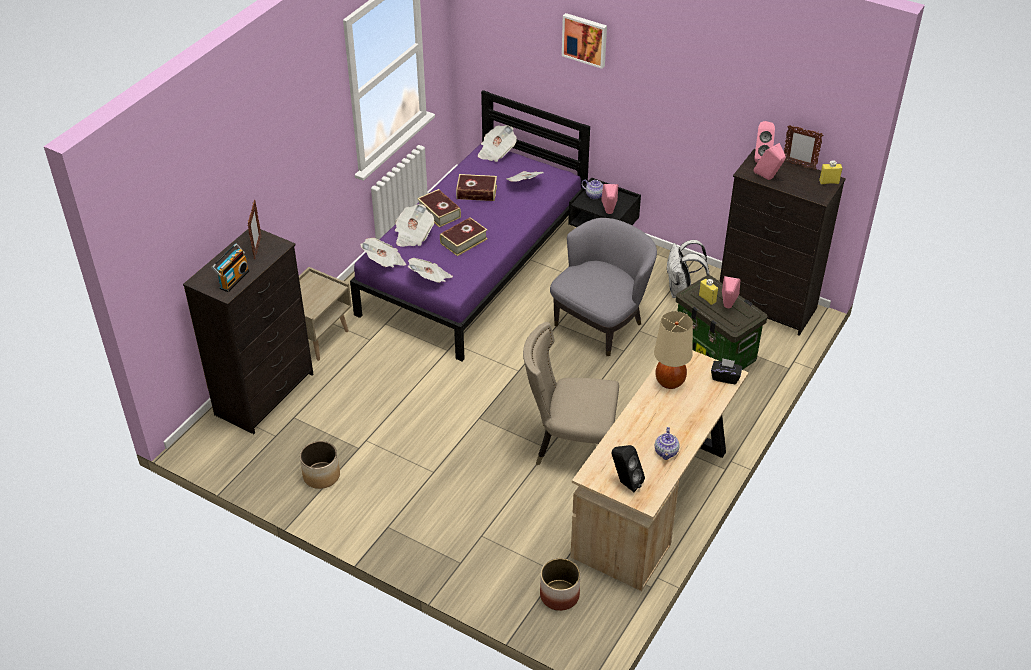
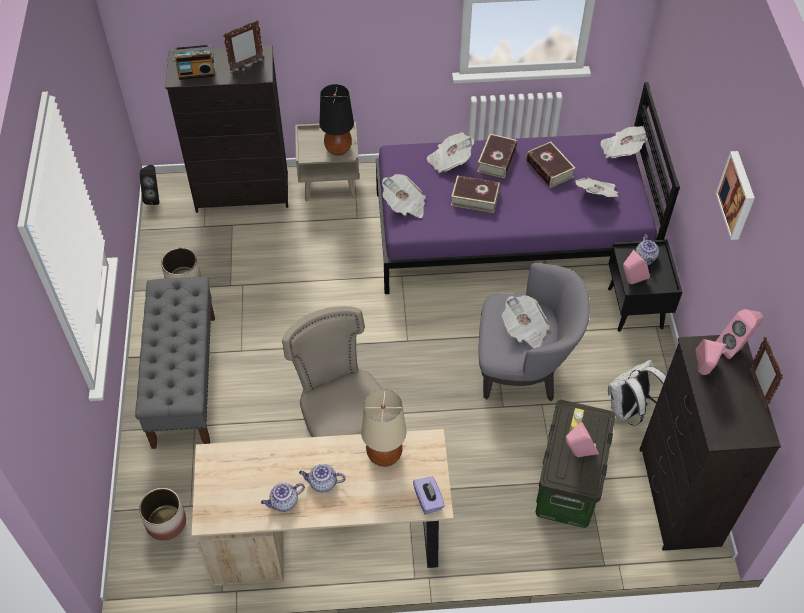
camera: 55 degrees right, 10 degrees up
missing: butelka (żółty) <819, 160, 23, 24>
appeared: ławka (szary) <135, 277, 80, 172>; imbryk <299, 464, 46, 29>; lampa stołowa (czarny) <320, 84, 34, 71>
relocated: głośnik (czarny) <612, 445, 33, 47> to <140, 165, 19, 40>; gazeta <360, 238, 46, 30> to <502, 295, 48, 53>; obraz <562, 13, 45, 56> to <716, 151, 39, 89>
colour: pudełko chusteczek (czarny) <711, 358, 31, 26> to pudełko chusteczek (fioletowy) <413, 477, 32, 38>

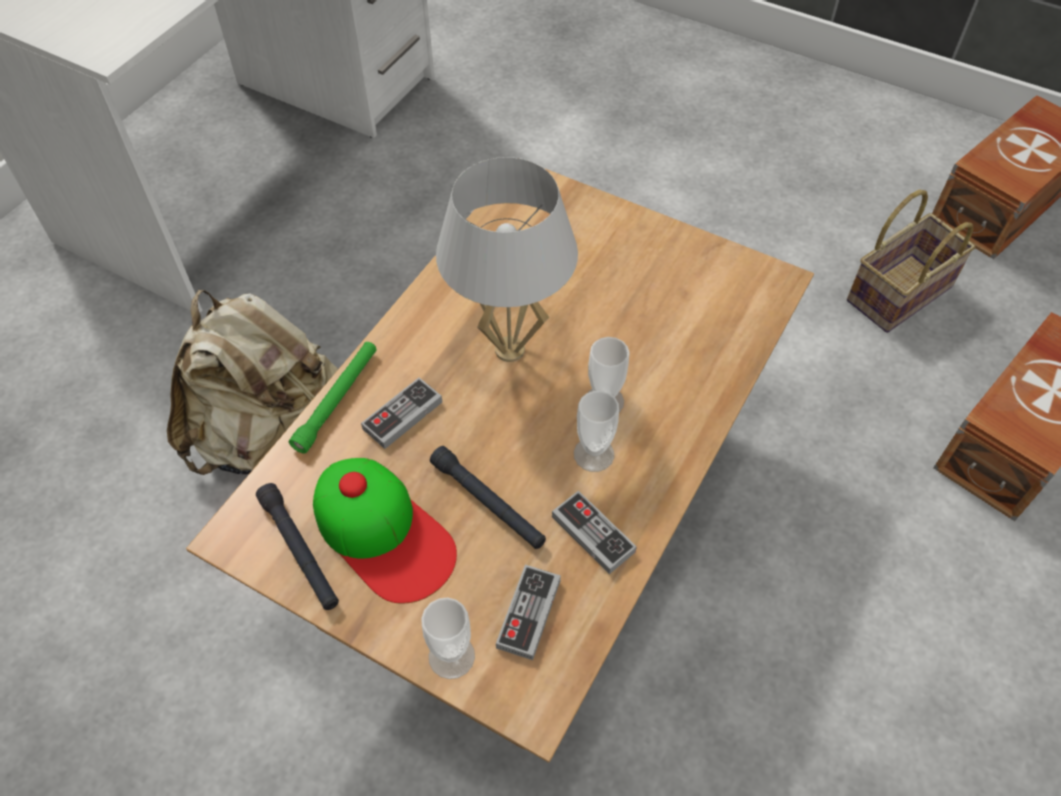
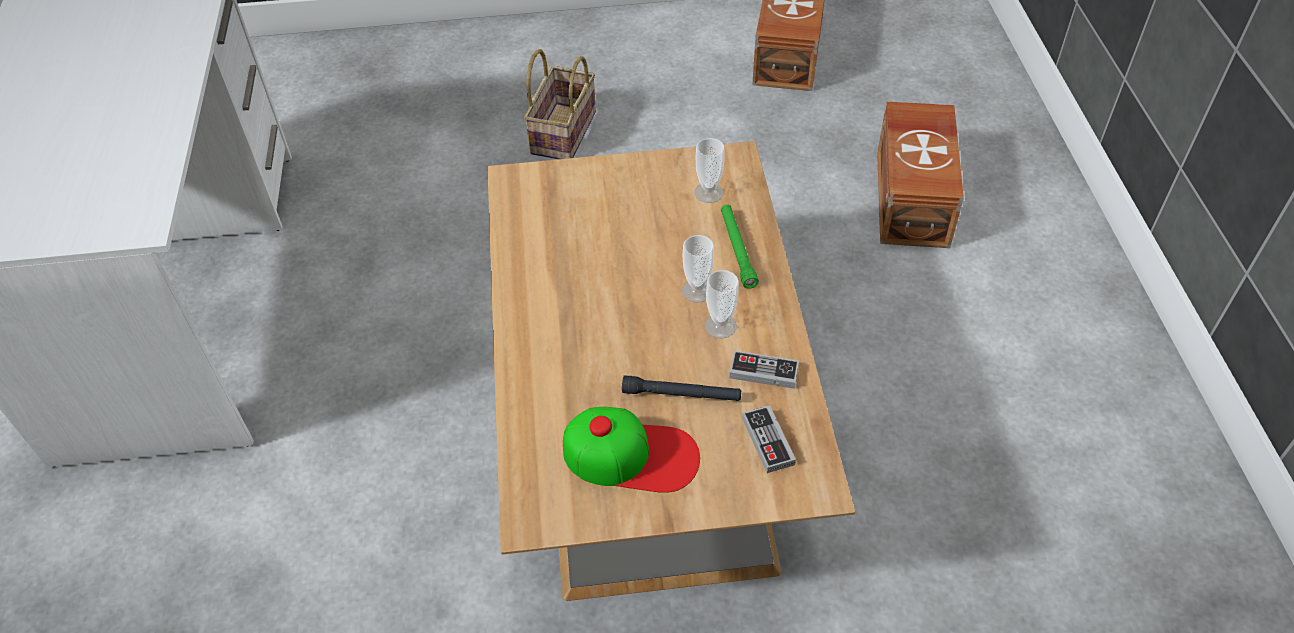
camera: 35 degrees left, 5 degrees down
missing: plecak (beżowy) <167, 290, 171, 185>; latarka (czarny) <256, 483, 83, 127>; pad do gier <361, 377, 81, 72>; lampa stołowa (biały) <436, 157, 142, 205>
relocated: koszyk <847, 189, 129, 144> to <524, 49, 72, 110>; filiżanka <421, 598, 54, 81> to <695, 138, 29, 65>; latarka (zielony) <289, 342, 88, 111> to <721, 205, 38, 84>

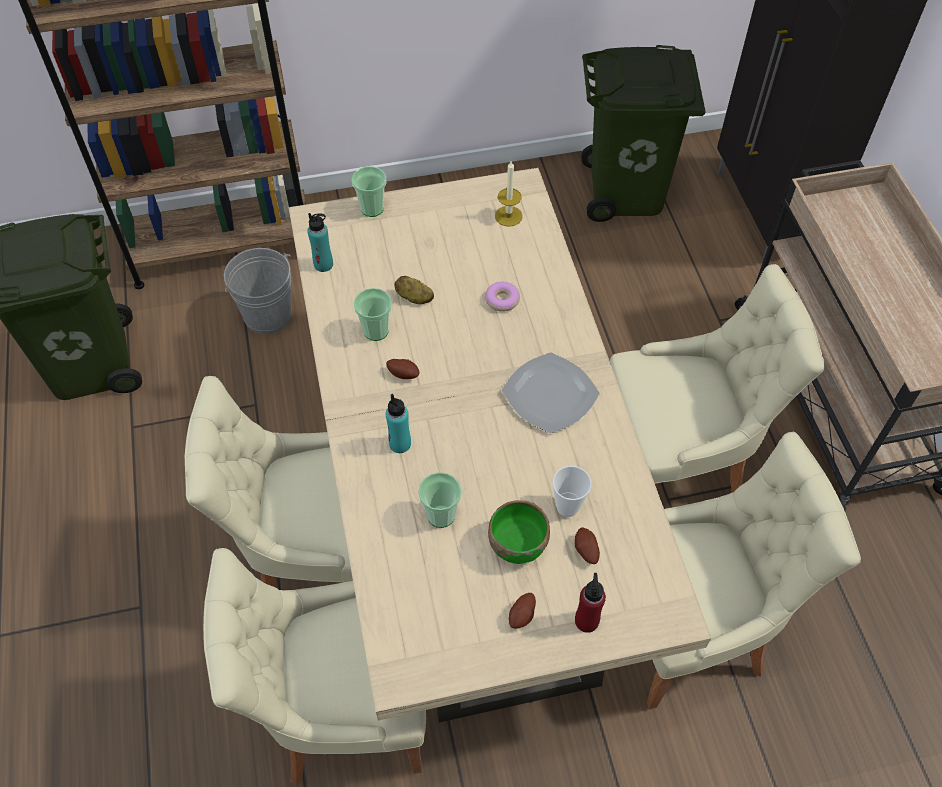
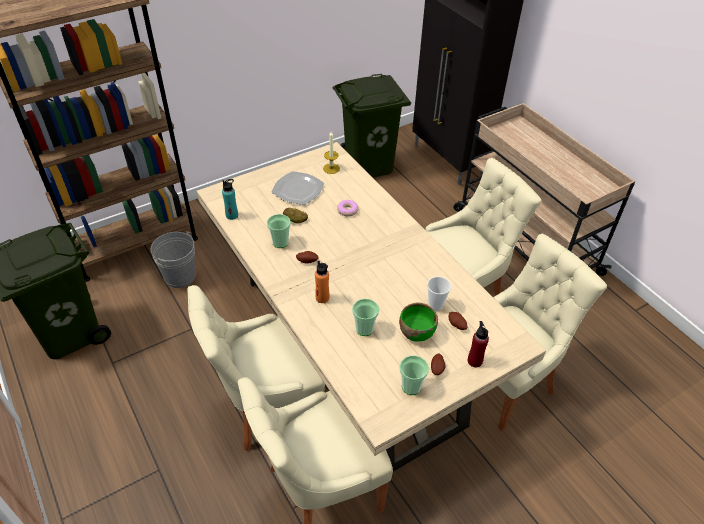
camera: 20 degrees left, 10 degrees down
relocated: talerz <502, 352, 98, 82> to <272, 171, 52, 34>; filiżanka <352, 166, 34, 51> to <399, 355, 30, 40>
colour: butelka (turkusowy) <385, 394, 26, 59> to butelka (pomarańczowy) <315, 260, 15, 43>

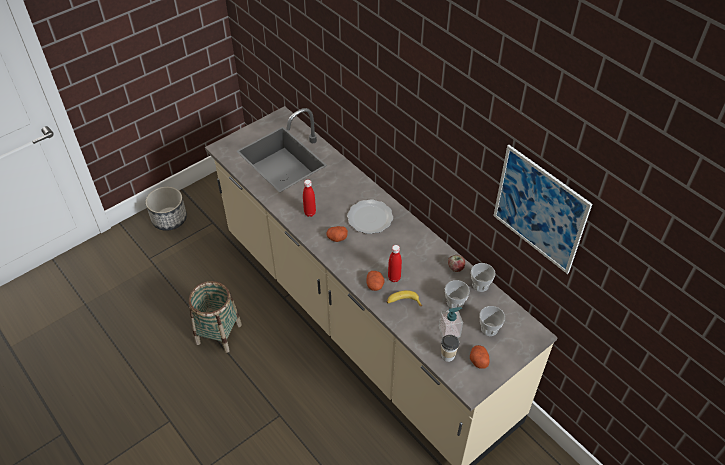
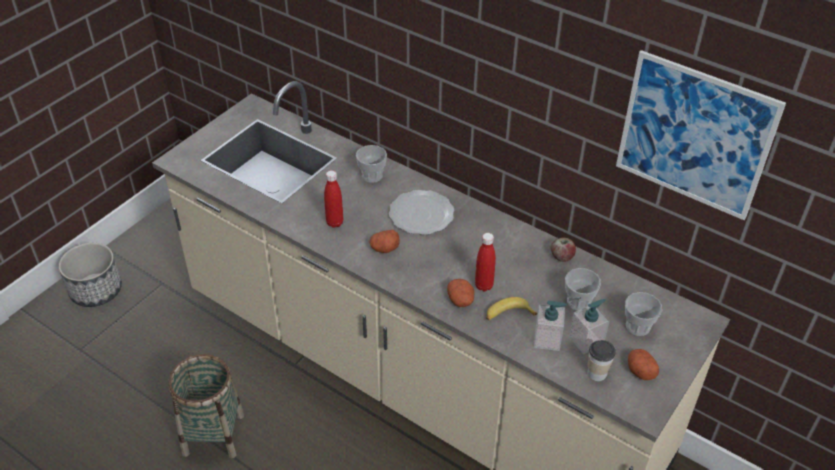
camera: 15 degrees left, 5 degrees down
appeared: dozownik mydła <534, 301, 33, 50>
relocated: filiżanka <471, 263, 25, 29> to <356, 145, 31, 38>

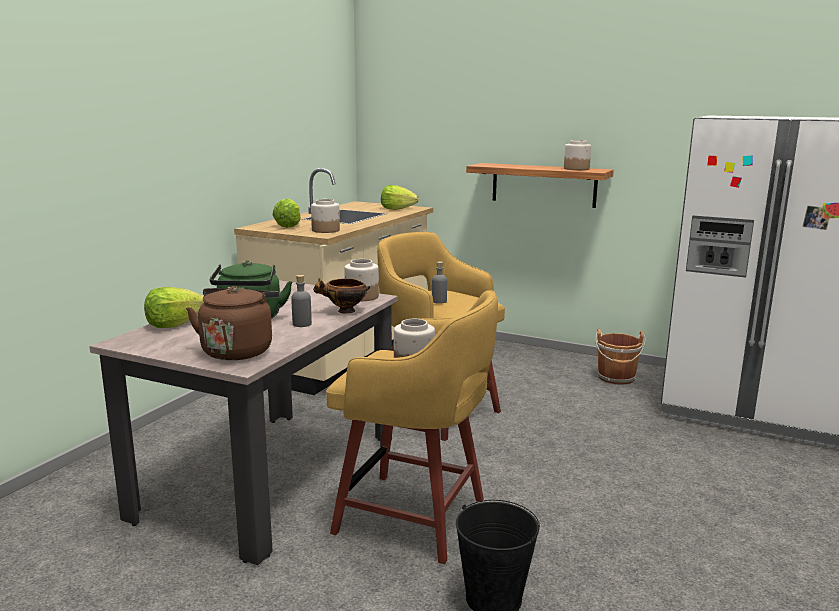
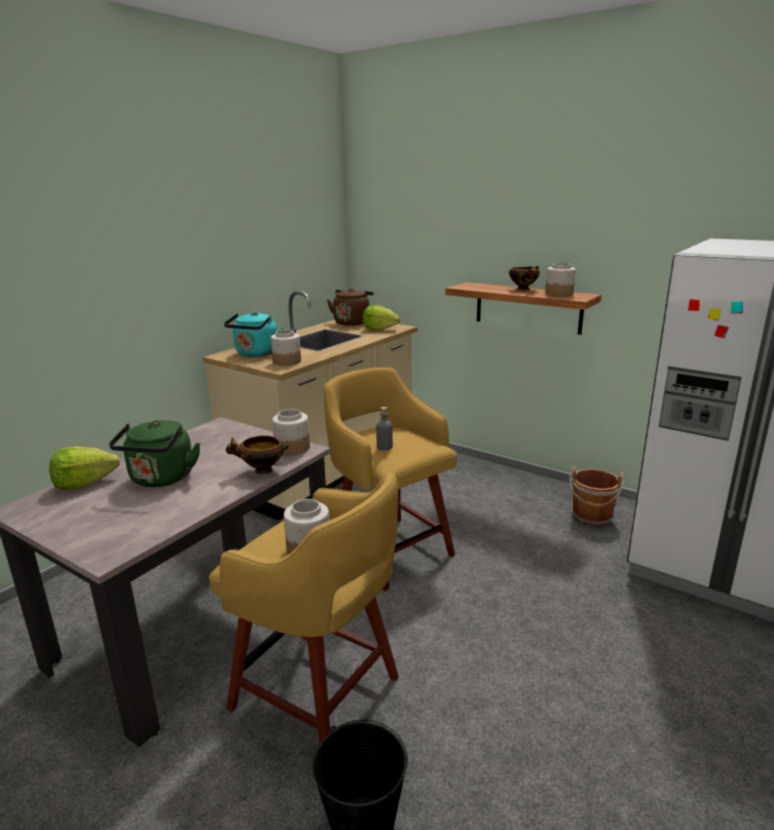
camera: 10 degrees right, 5 degrees up
missing: butelka (szary) <291, 275, 21, 52>
appeared: miska <509, 266, 31, 25>
relocated: czajnik (brązowy) <186, 286, 93, 74> to <327, 288, 47, 38>
exchanged: sałata <273, 199, 28, 29> to czajnik (turkusowy) <224, 311, 59, 46>

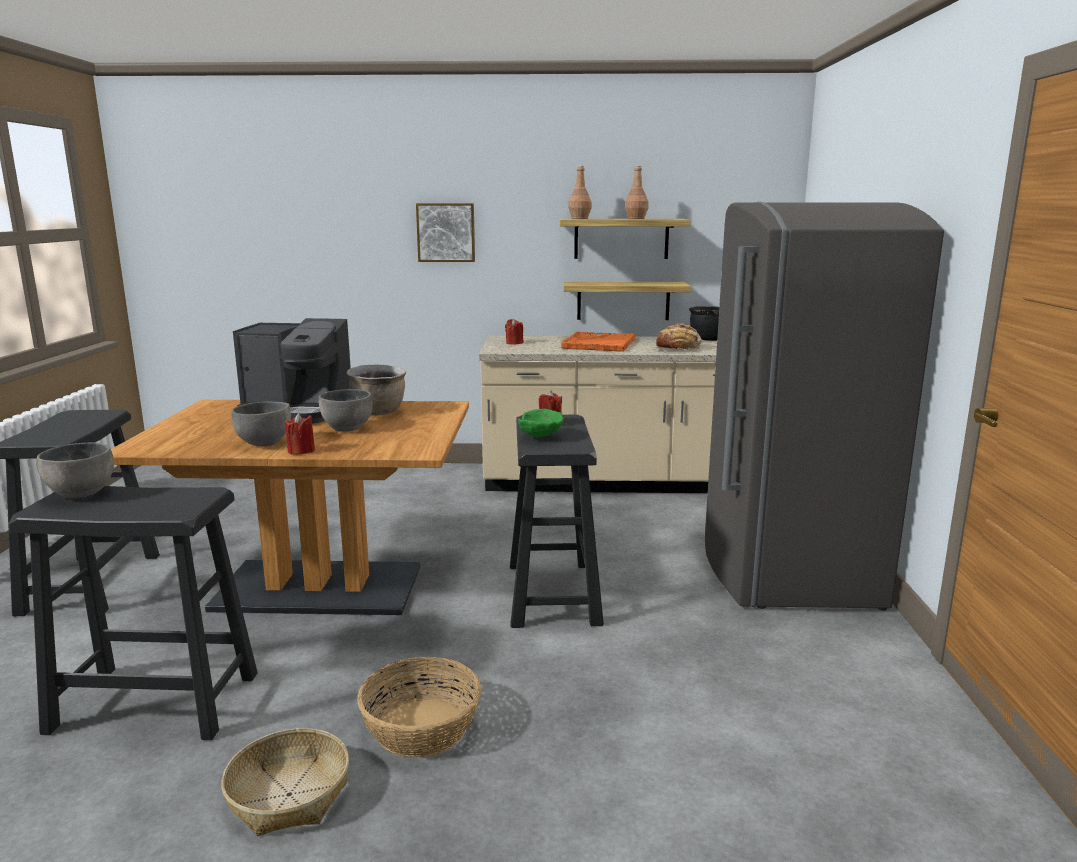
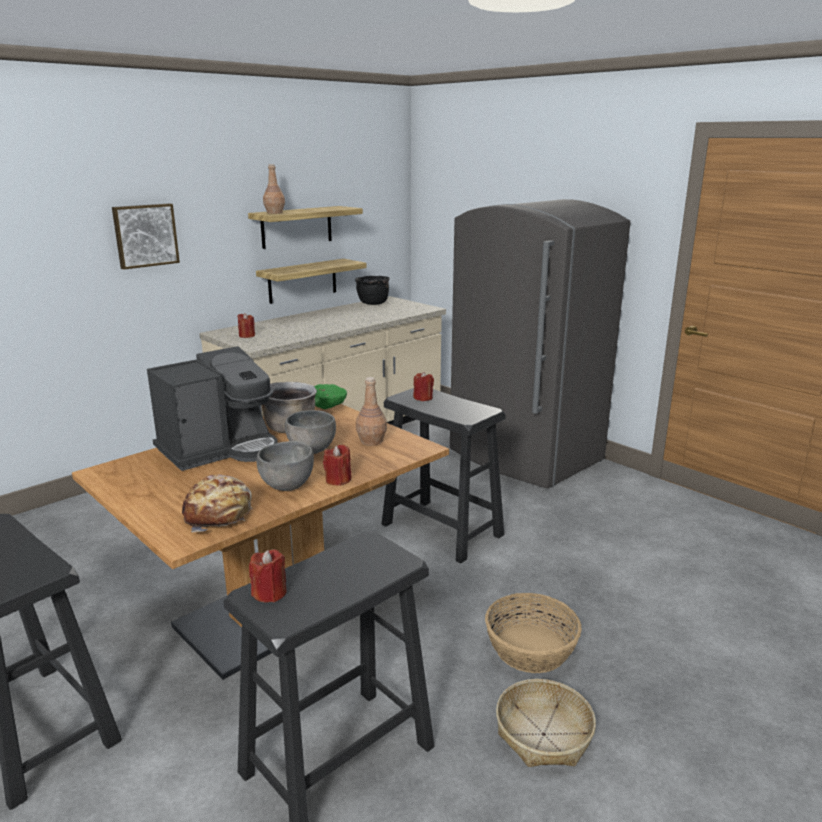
camera: 45 degrees left, 5 degrees up
missing: taca (pomarańczowy) <561, 332, 74, 20>
relocated: chleb <655, 323, 47, 27> to <182, 474, 70, 58>; miska (zielony) <518, 409, 46, 29> to <314, 384, 33, 25>; butelka (brązowy) <625, 166, 24, 53> to <356, 377, 31, 69>
exchanged: miska (szary) <36, 443, 78, 56> to świeca (czerwony) <249, 549, 38, 54>

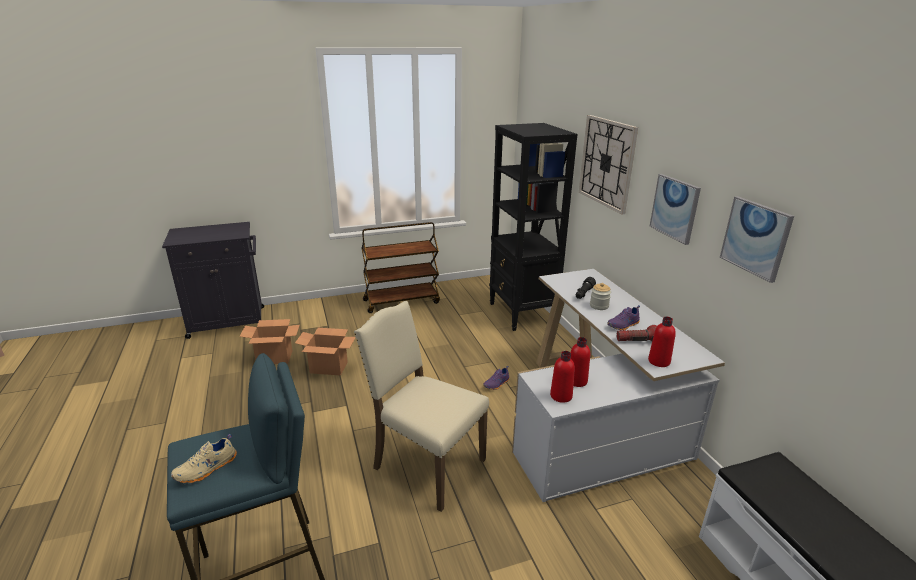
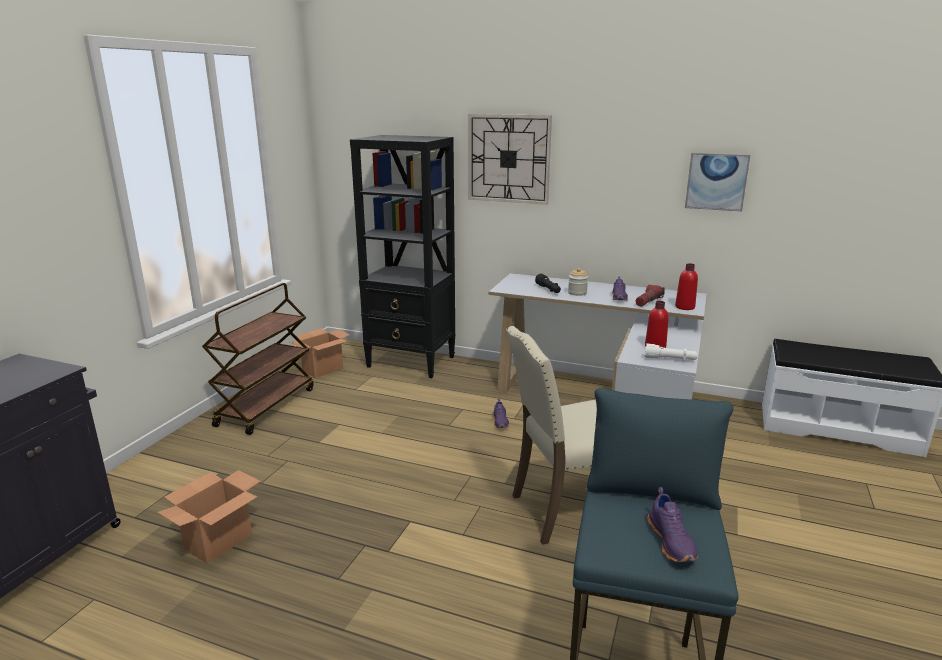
camera: 50 degrees left, 5 degrees down
missing: obraz <649, 174, 52, 71>
relocated: karton <295, 328, 61, 48> to <290, 328, 60, 50>
exchanged: butelka (czerwony) <550, 351, 25, 52> to latarka (biały) <644, 343, 54, 18>
colour: but (beżowy) <171, 434, 66, 49> to but (fioletowy) <647, 487, 51, 75>

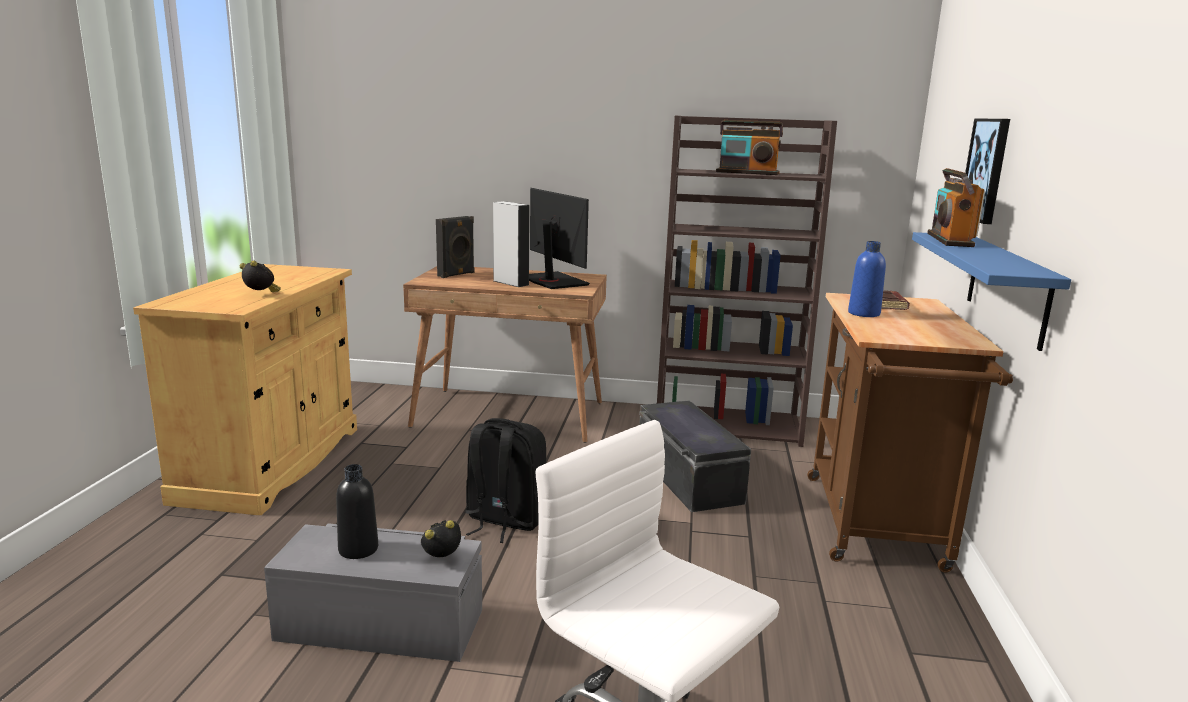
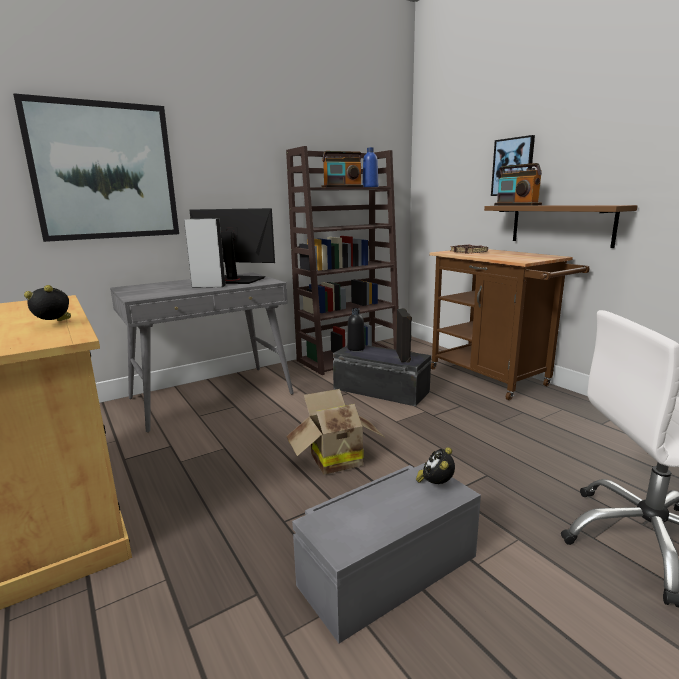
camera: 40 degrees left, 0 degrees up
appeared: obraz <13, 93, 166, 149>
relocated: butelka (czarny) <336, 464, 42, 95> to <347, 308, 18, 43>; butelka (niebieski) <848, 241, 38, 76> to <363, 147, 15, 40>; głośnik (czarny) <436, 216, 39, 62> to <396, 308, 16, 55>
exchanged: plecak (czarny) <465, 418, 81, 125> to karton <286, 389, 98, 86>
colour: biurko (brązowy) <403, 266, 204, 177> to biurko (szary) <110, 273, 184, 160>; półka (niebieski) <912, 232, 159, 119> to półka (brązowy) <484, 205, 154, 43>

